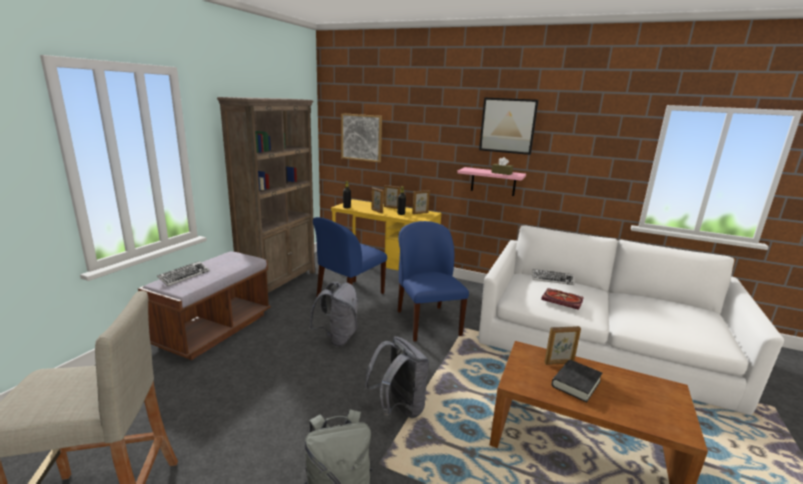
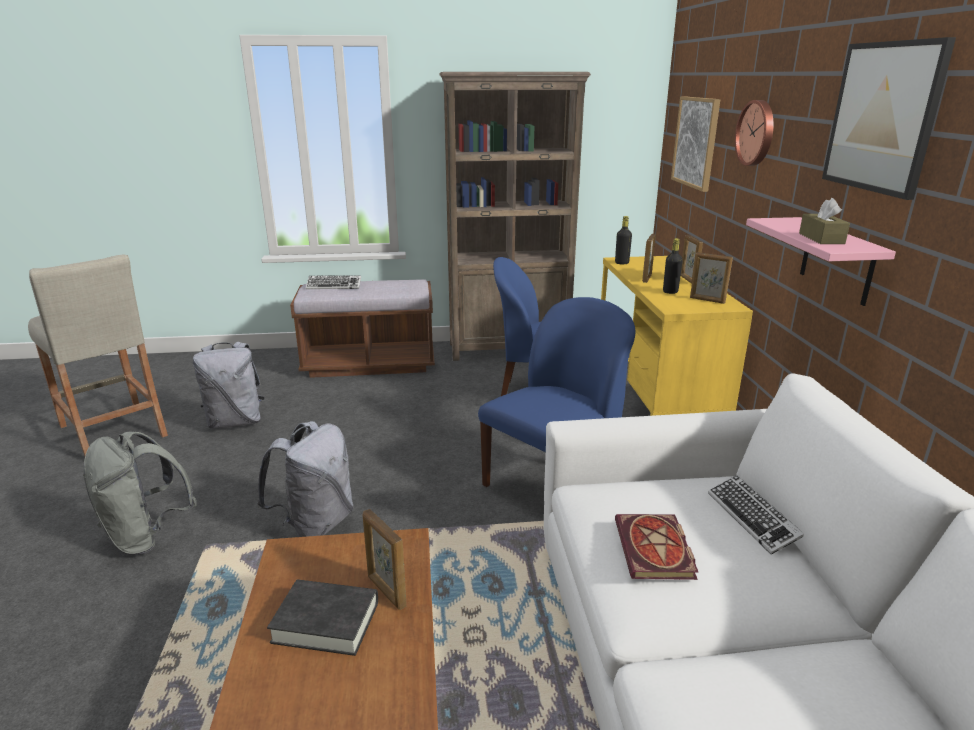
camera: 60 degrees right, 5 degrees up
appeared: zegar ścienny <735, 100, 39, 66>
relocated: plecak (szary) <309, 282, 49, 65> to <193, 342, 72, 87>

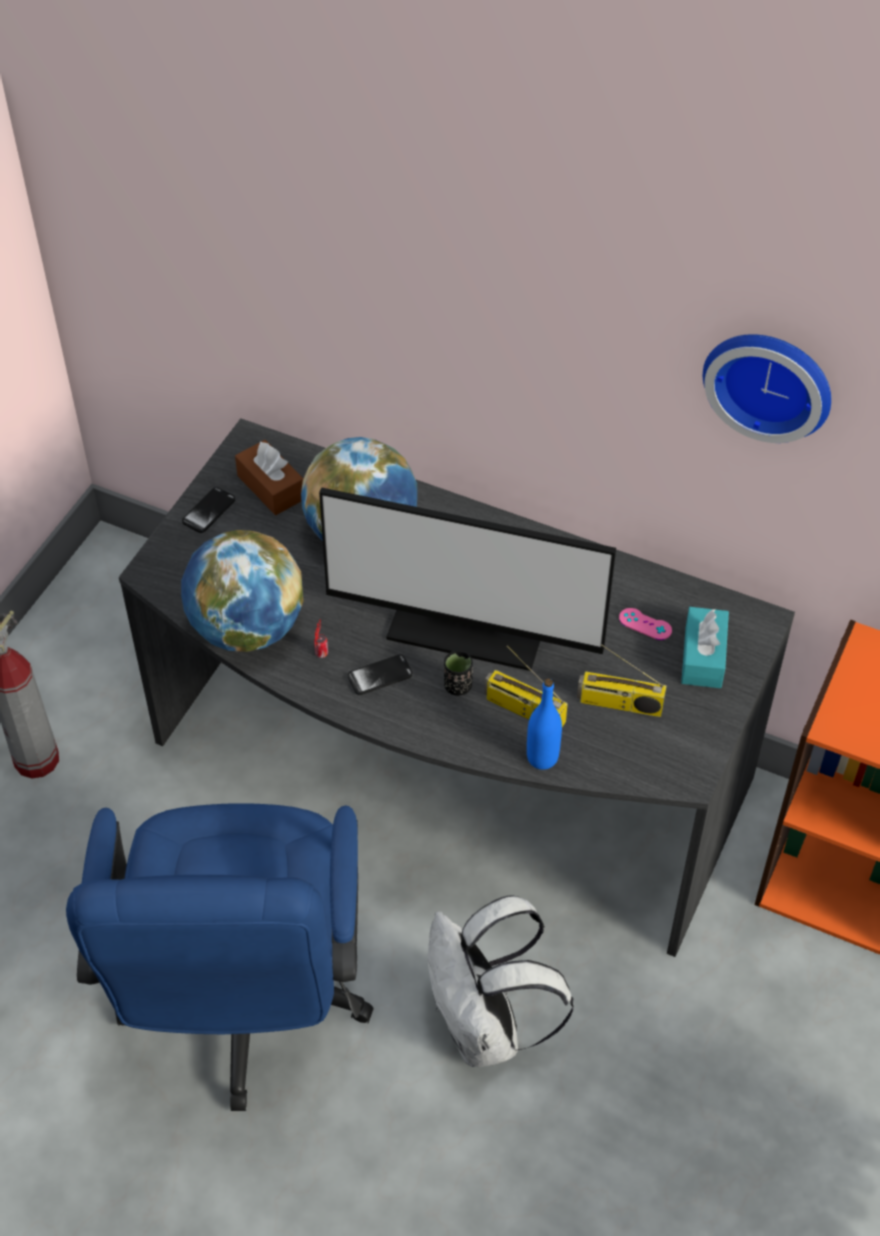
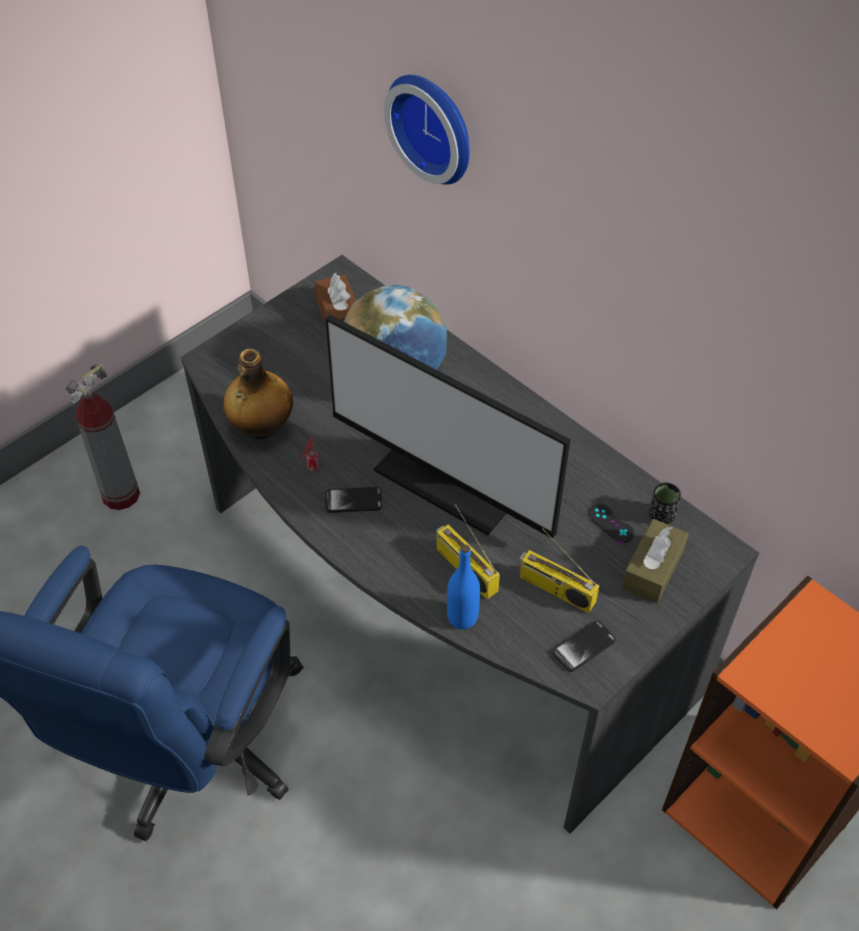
camera: 20 degrees right, 0 degrees up
missing: plecak (biały) <428, 895, 145, 172>
relocated: zegar ścienny <703, 334, 128, 109> to <384, 75, 85, 110>; telefon <182, 487, 53, 46> to <553, 620, 62, 52>; filiżanka (czarny) <444, 651, 29, 45> to <649, 483, 32, 41>
exchanged: globus <181, 530, 122, 122> to butelka <223, 349, 70, 90>
colour: pad do gier (różowy) <619, 608, 53, 32> to pad do gier (czarny) <589, 504, 45, 39>; pudełko chusteczek (turkusowy) <681, 607, 48, 81> to pudełko chusteczek (brązowy) <622, 519, 67, 84>

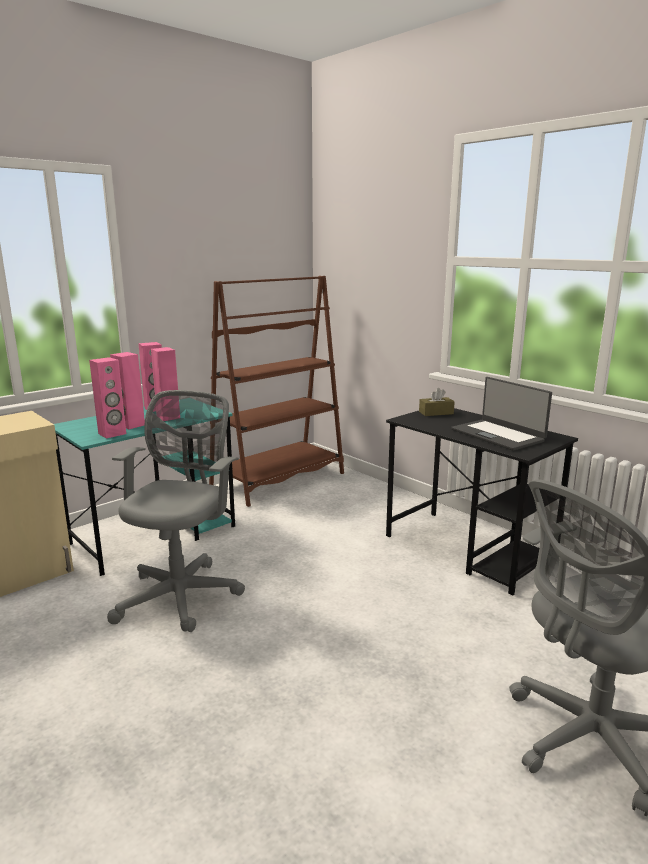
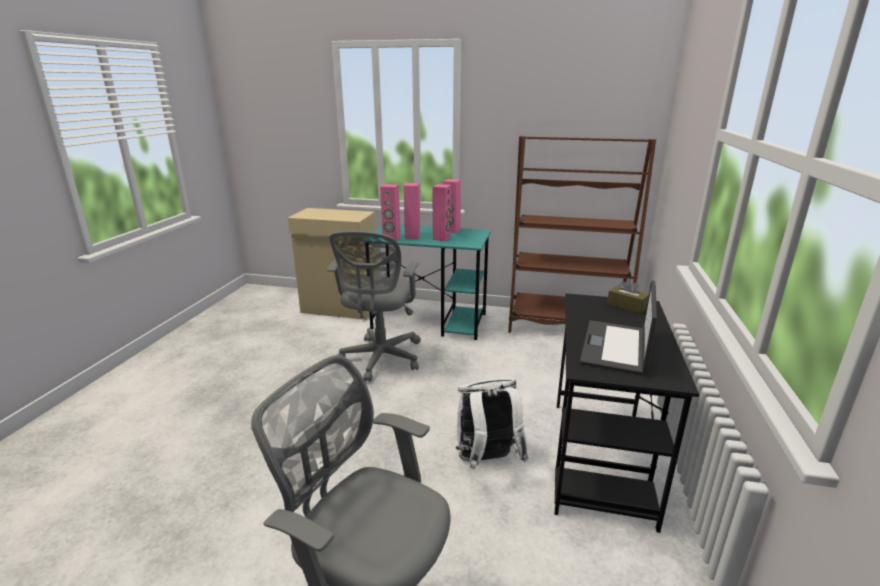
camera: 55 degrees right, 5 degrees up
appeared: plecak (biały) <456, 377, 72, 93>
spun: krzesło biurowe (szary) <107, 390, 138, 242> = <326, 231, 95, 151> 120 degrees clockwise

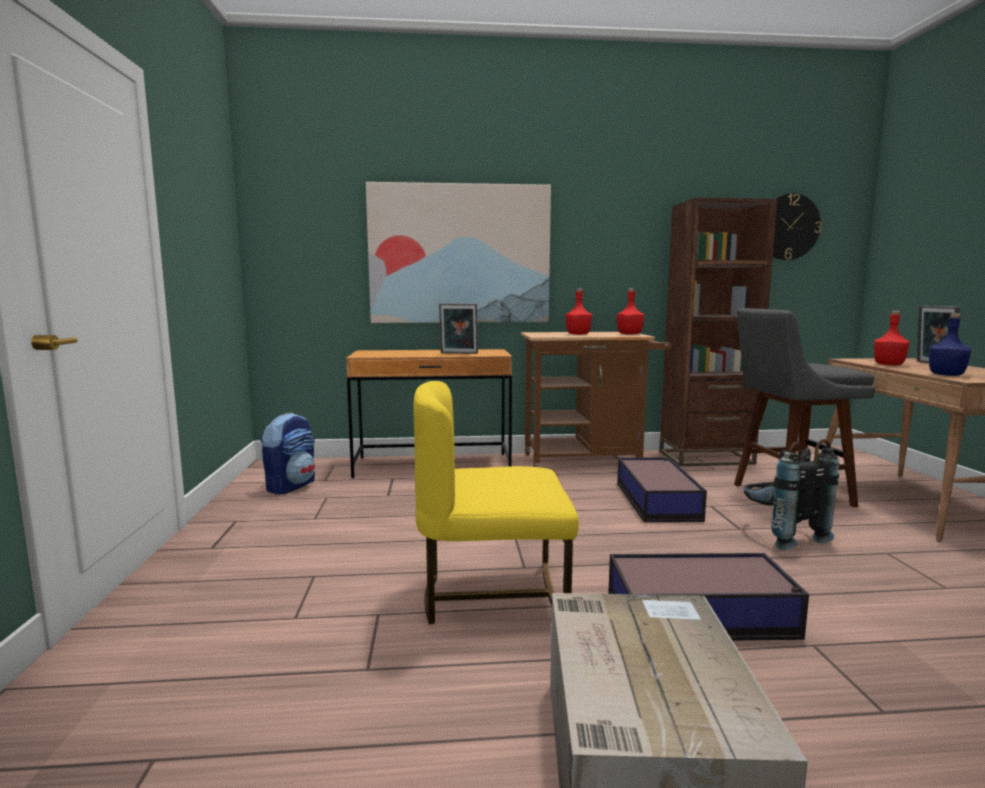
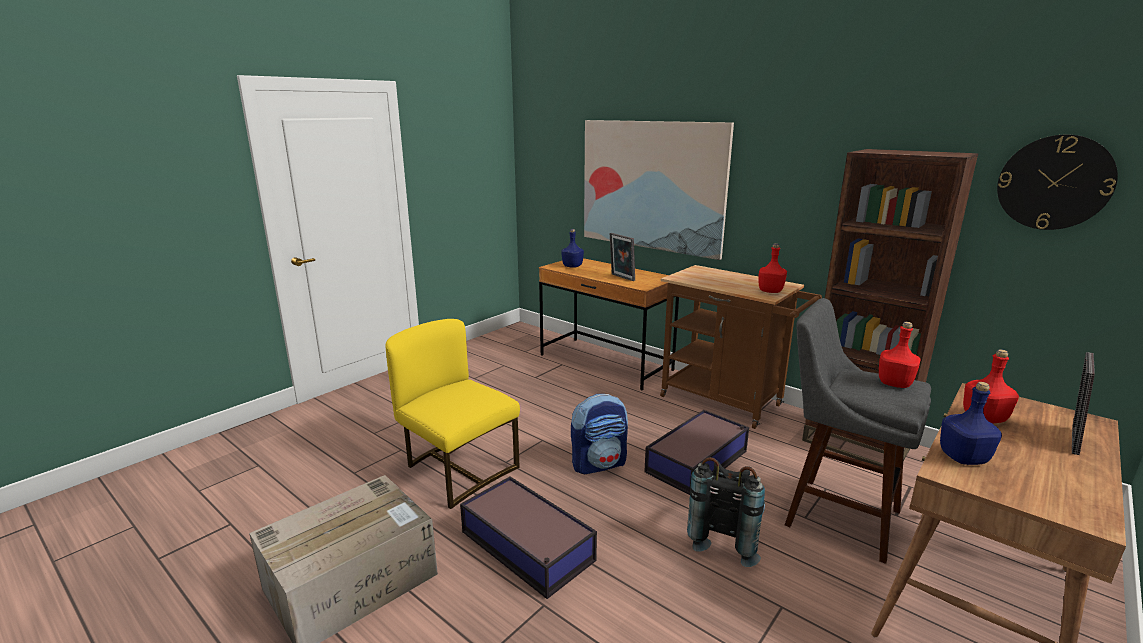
camera: 45 degrees right, 10 degrees up
appeared: butelka (niebieski) <561, 229, 23, 39>
relocated: plecak <261, 413, 54, 82> to <571, 394, 57, 80>; butelka (czerwony) <566, 288, 26, 47> to <879, 322, 41, 66>

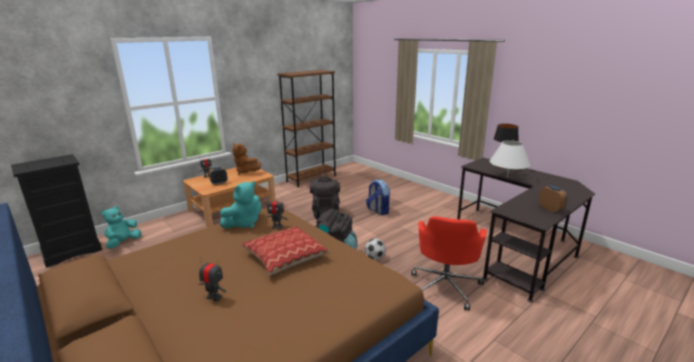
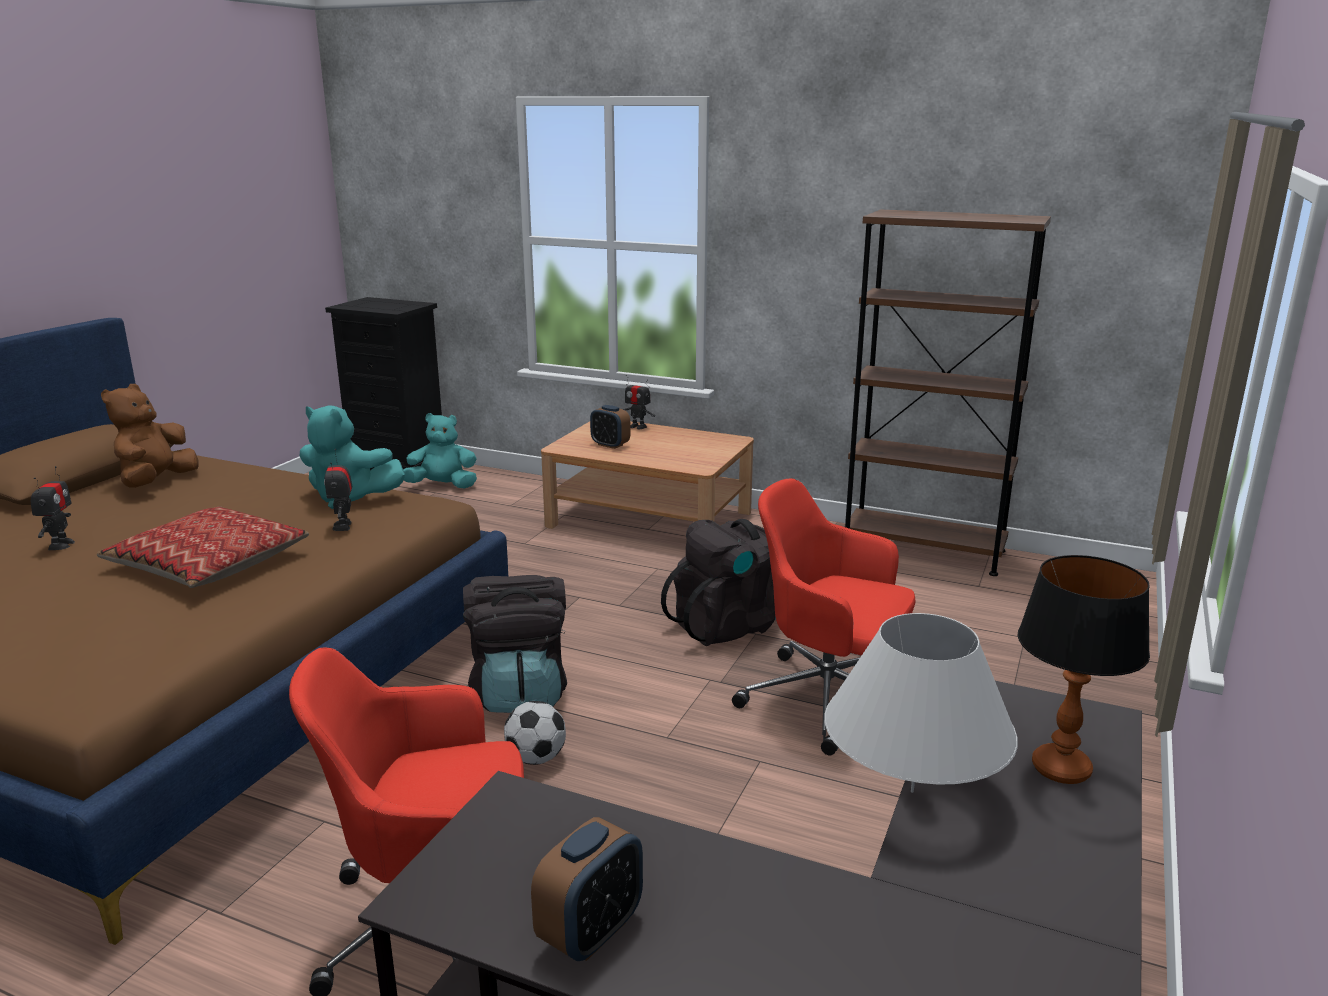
camera: 65 degrees right, 0 degrees up
relocated: pluszak (brązowy) <233, 143, 28, 32> to <101, 384, 97, 104>
exchanged: plecak <366, 180, 24, 35> to krzesło biurowe (czerwony) <732, 478, 184, 277>

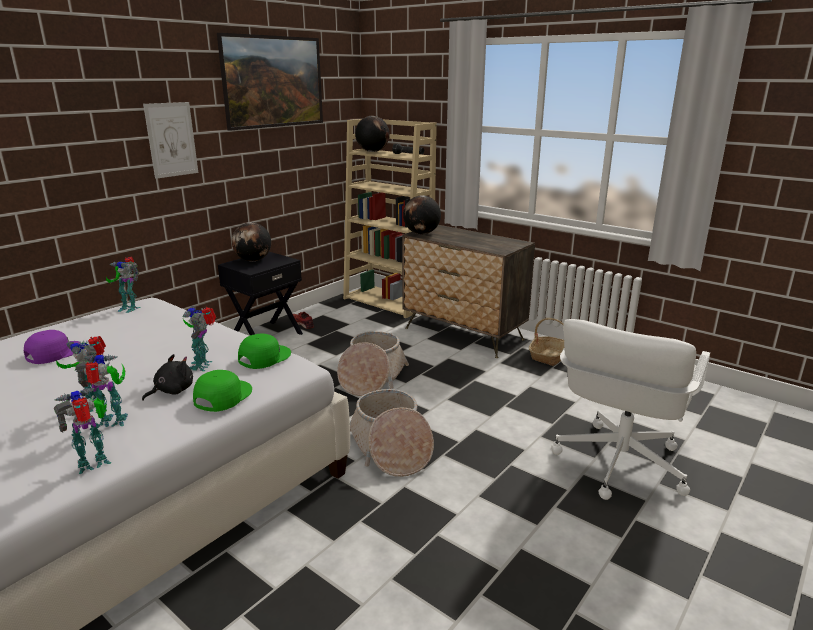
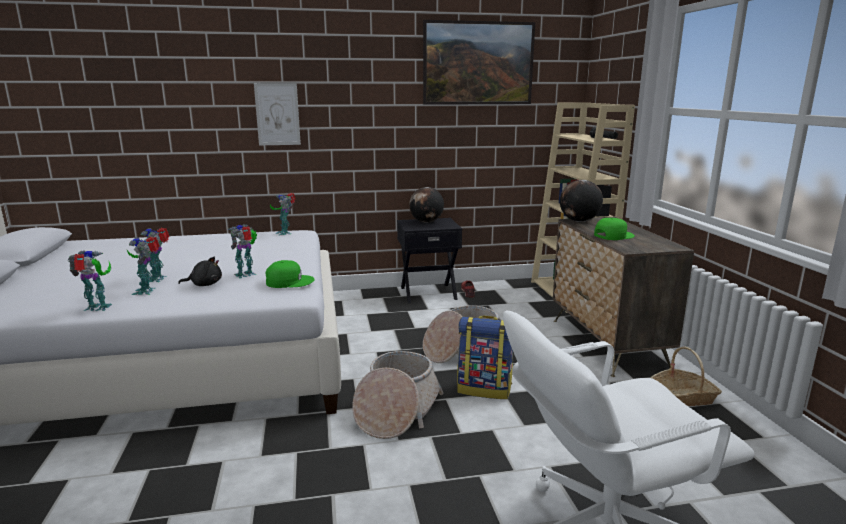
camera: 40 degrees right, 5 degrees down
missing: czapka z daszkiem (fioletowy) <24, 330, 57, 34>; globus <355, 116, 35, 36>
appeared: plecak <457, 315, 56, 84>
relocated: obraz <143, 102, 55, 77> to <254, 83, 47, 62>; czapka z daszkiem (zielony) <193, 370, 59, 42> to <594, 218, 41, 22>
spun: robot zabawkowy <75, 354, 53, 73> = <127, 236, 33, 59> 135 degrees counterclockwise

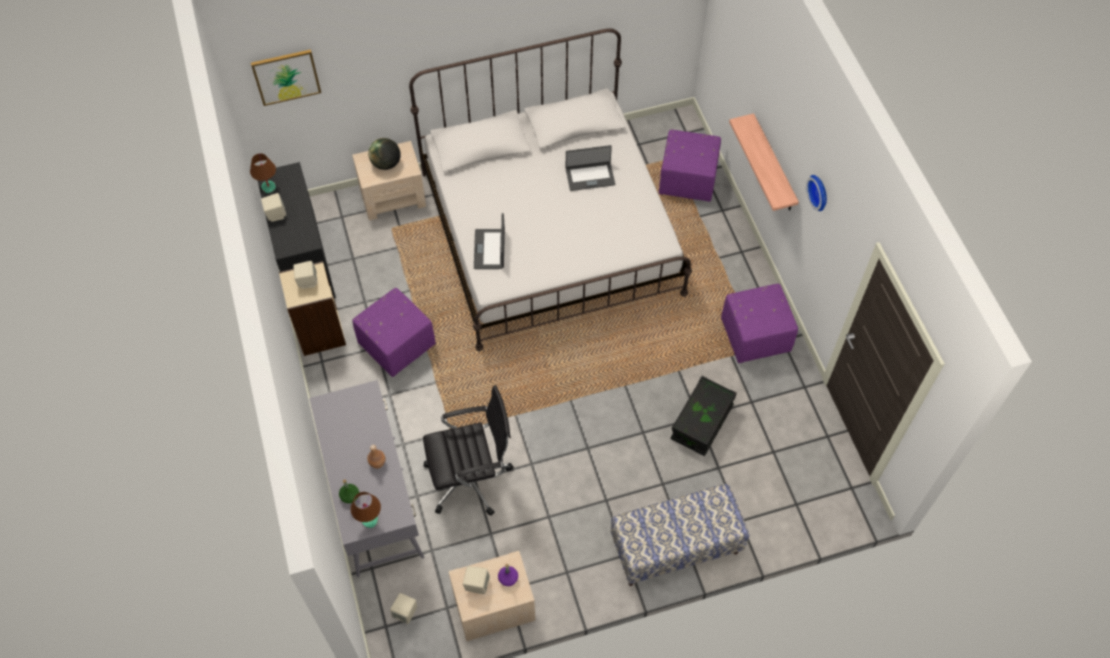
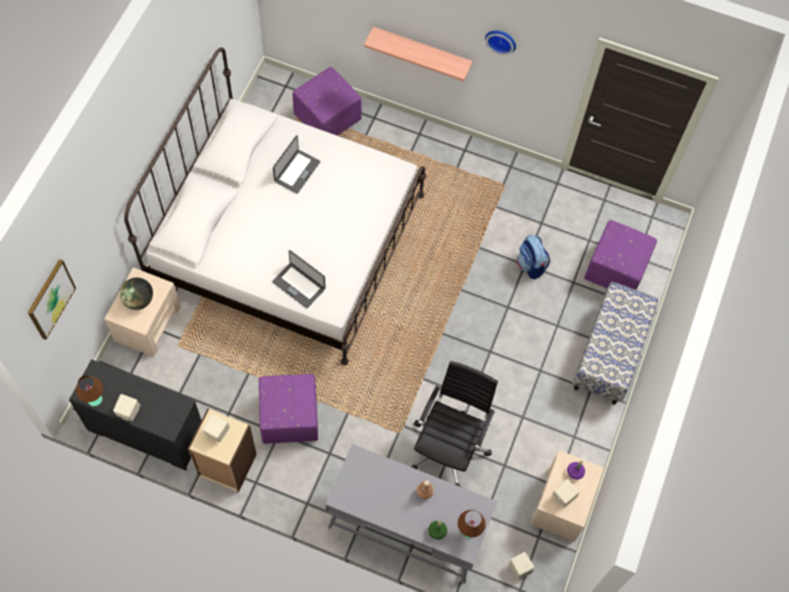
camera: 55 degrees left, 5 degrees up
relocated: pufa (fioletowy) <721, 284, 77, 79> to <584, 220, 73, 70>
exchanged: pojemnik do przechowywania (czarny) <671, 376, 66, 80> to plecak <517, 235, 33, 44>

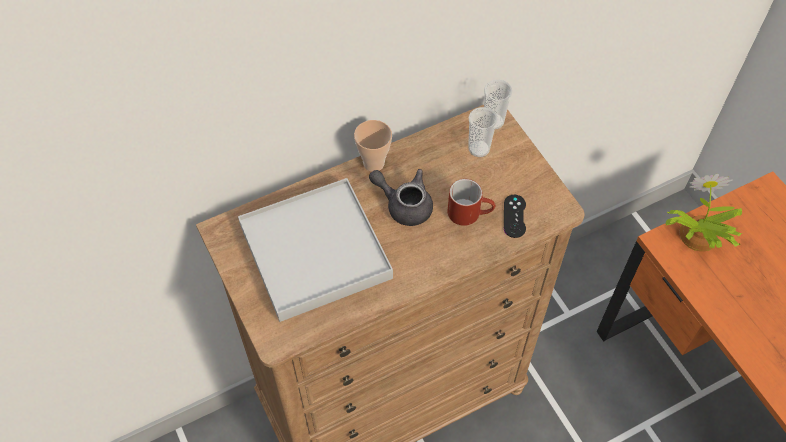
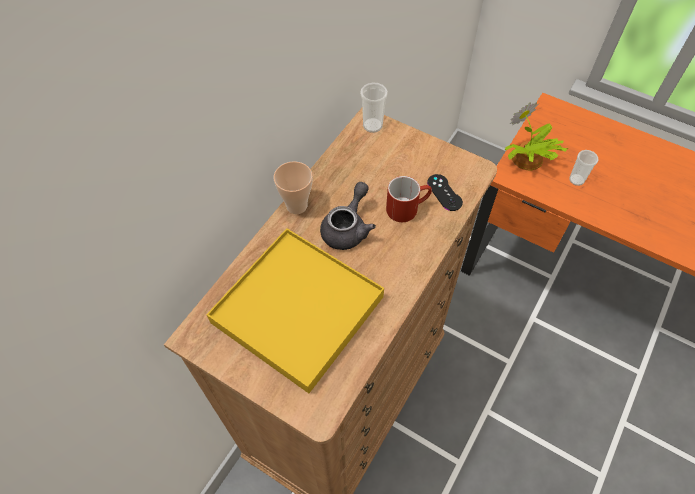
camera: 30 degrees left, 0 degrees up
relocated: filiżanka <468, 107, 30, 50> to <569, 150, 29, 36>
colour: taca (biały) <238, 178, 155, 144> to taca (żółty) <206, 228, 178, 165>
spun: imbryk (szary) <369, 169, 64, 57> = <320, 182, 56, 68> 120 degrees clockwise

